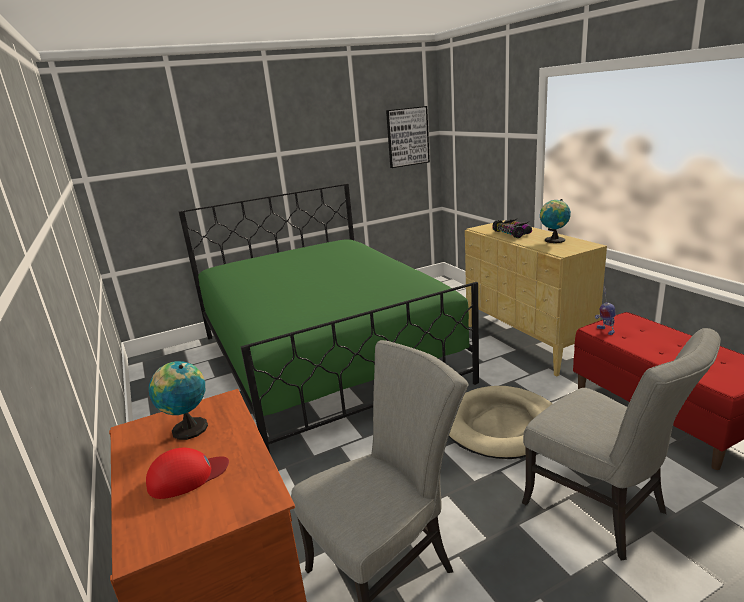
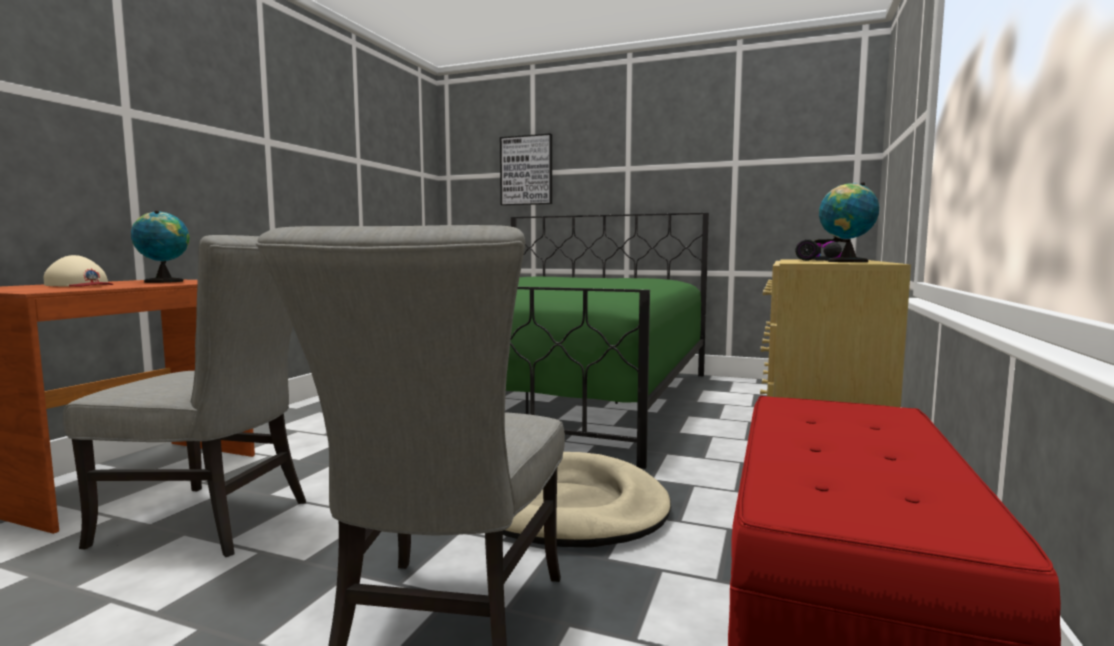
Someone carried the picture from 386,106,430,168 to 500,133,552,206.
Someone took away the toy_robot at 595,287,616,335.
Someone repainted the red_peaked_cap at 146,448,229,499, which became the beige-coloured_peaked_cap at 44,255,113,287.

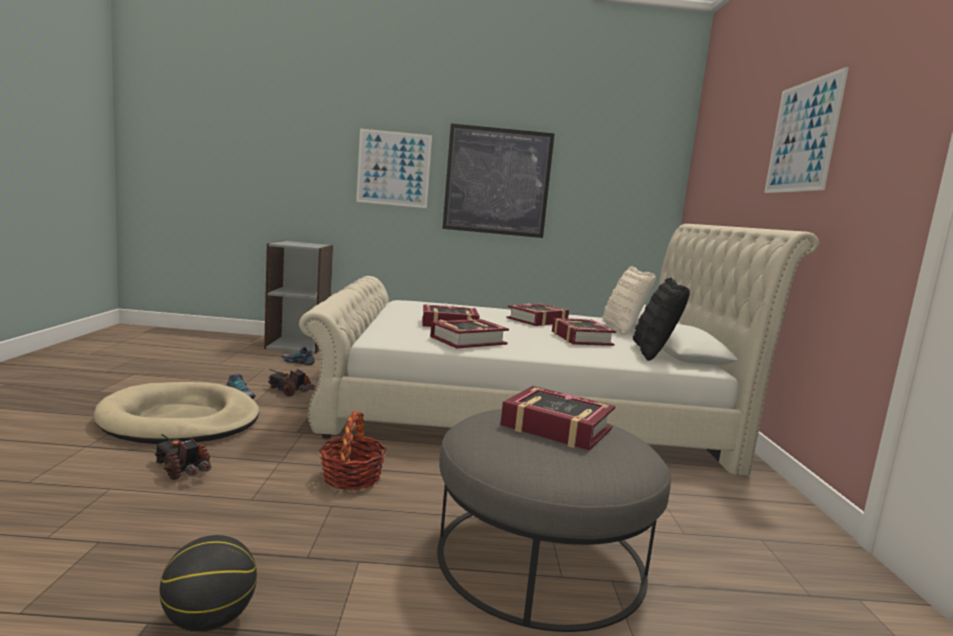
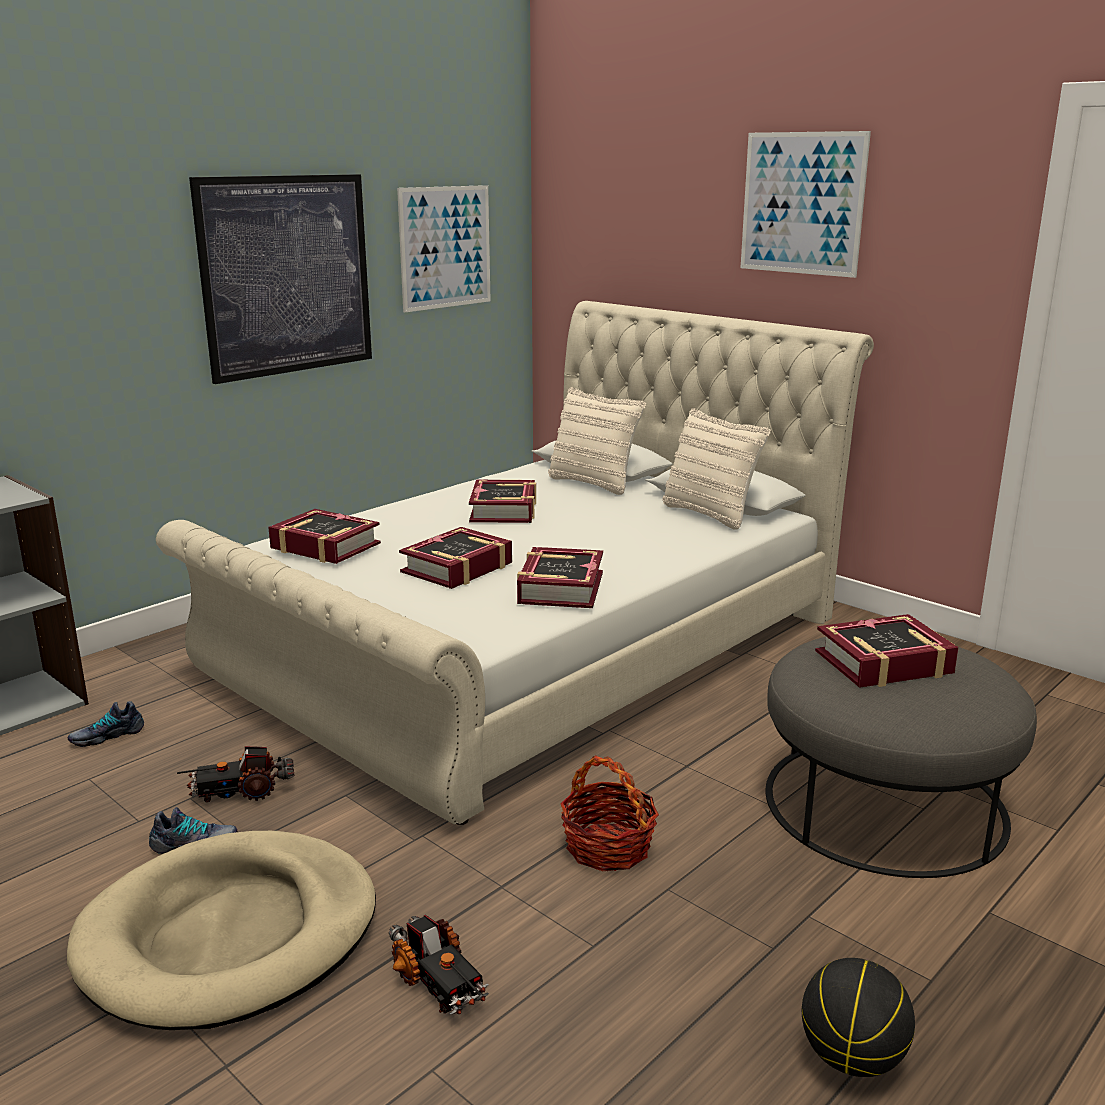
Someone carried the picture from 356,128,432,208 to 397,185,491,312.
Someone repainted the black_pillow at 633,278,690,361, which became the beige-coloured_pillow at 662,408,771,530.
Someone carried the volume from 552,318,616,346 to 268,509,381,564.
Someone rotated the model_truck at 153,434,212,480 by 120 degrees counterclockwise.

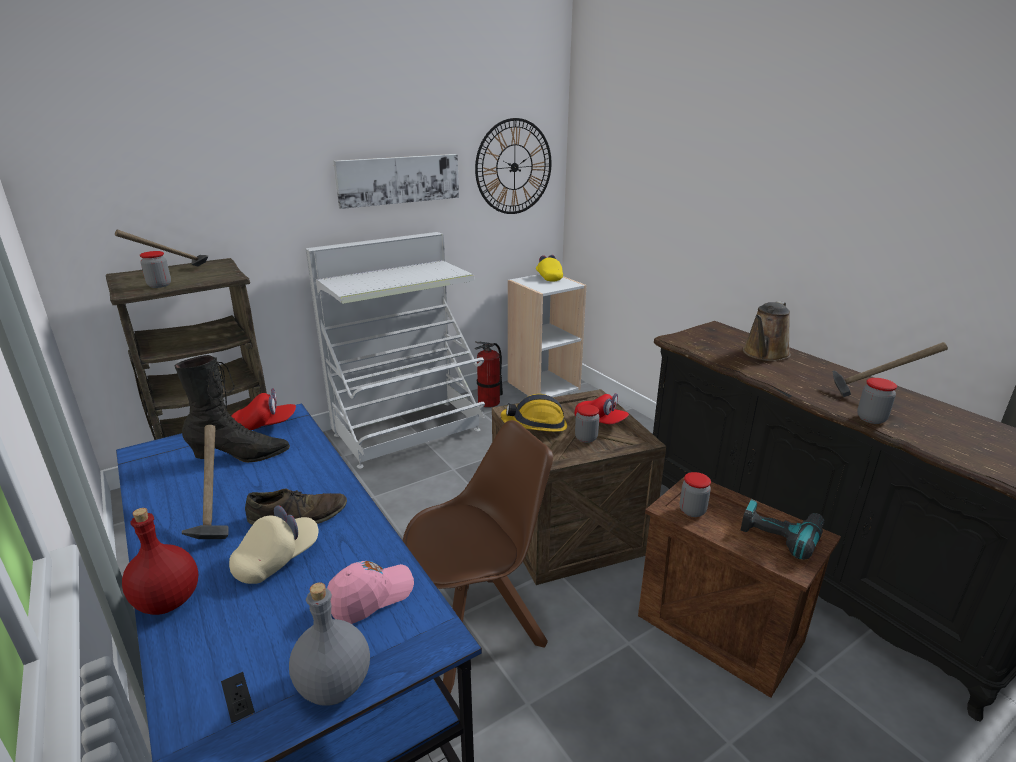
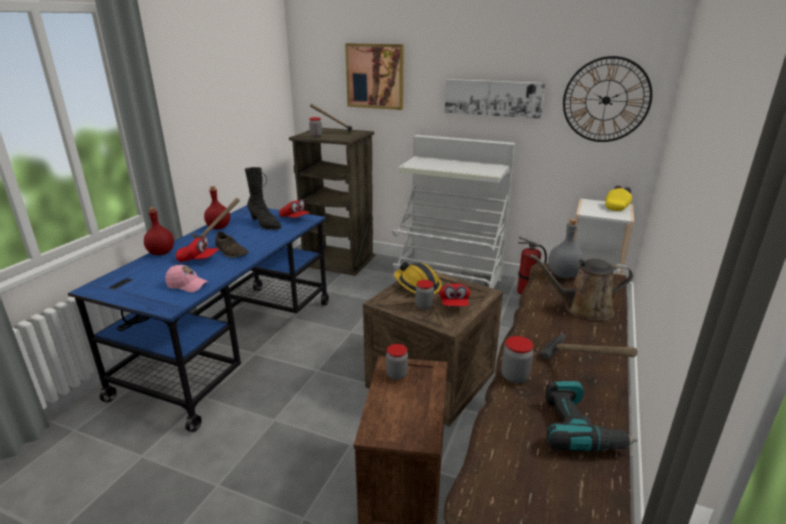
Someone took away the brown_plain_chair at 403,420,553,693.
Someone carried the electric_drill from 741,499,824,560 to 545,381,638,452.
Someone repainted the beige-coloured_peaked_cap at 229,505,318,584, which became the red_peaked_cap at 176,236,219,262.
Someone carried the greyish_beverage_bottle from 289,582,370,706 to 548,219,585,278.
Someone put up the picture at 345,43,404,110.
Someone put down the red_beverage_bottle at 204,186,230,229.

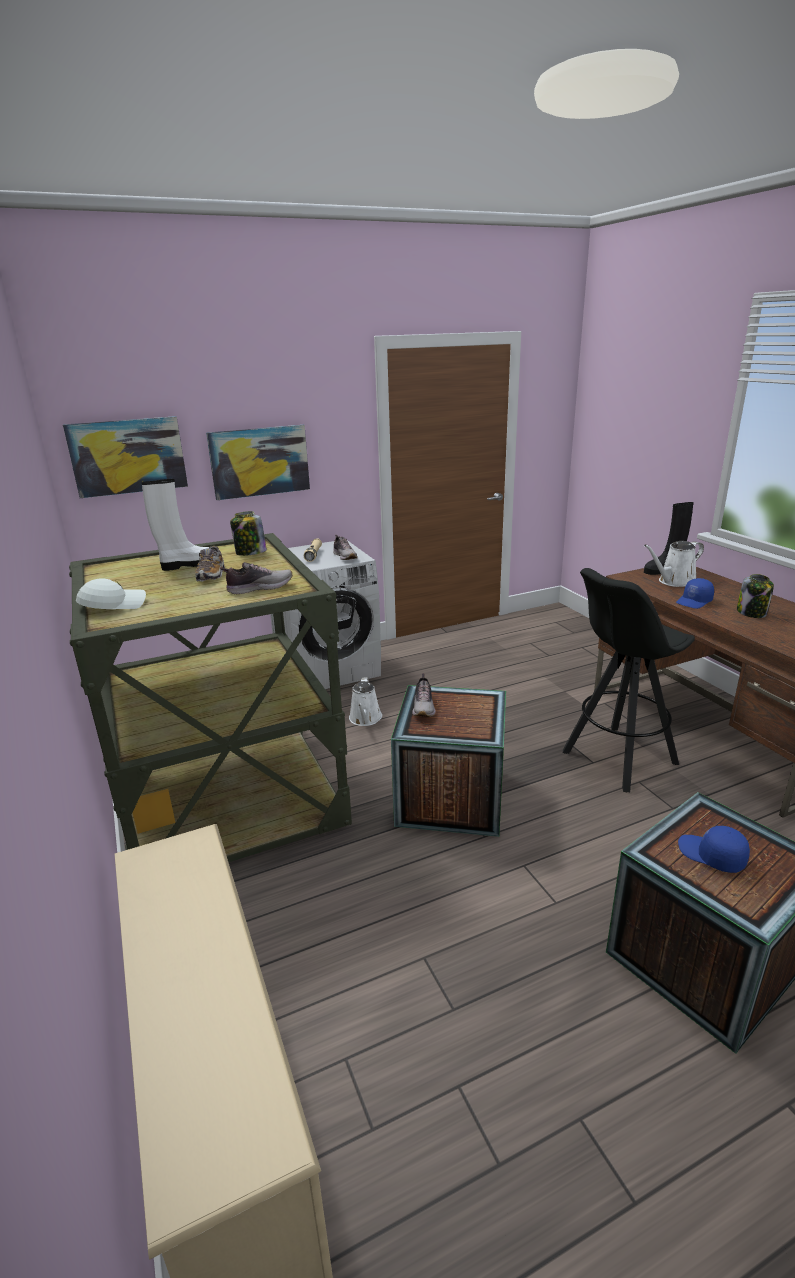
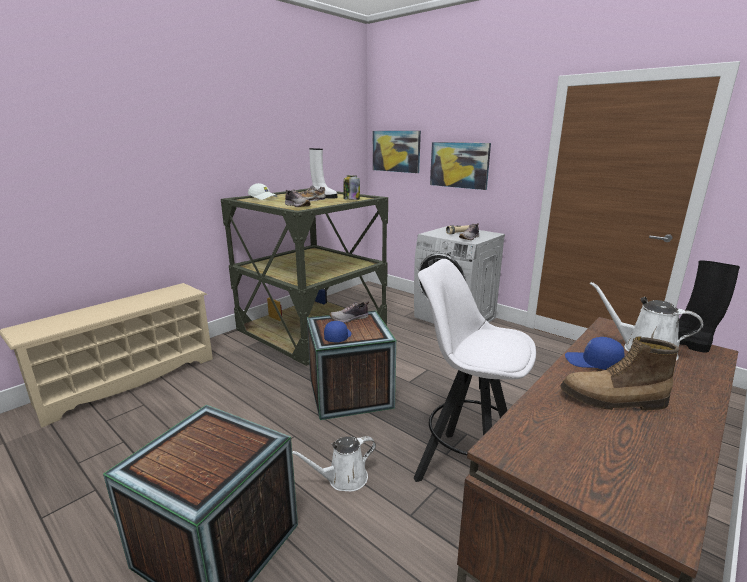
Someone repainted the black_stool_seat at 563,568,695,792, which became the white-coloured_stool_seat at 414,259,536,482.
Someone swapped the jar at 737,574,774,618 for the high-top_boot at 560,336,679,410.
Someone carried the white-coloured_sprinkling_can from 349,677,382,726 to 292,436,376,491.
Someone carried the blue_peaked_cap from 678,826,750,873 to 324,321,352,342.

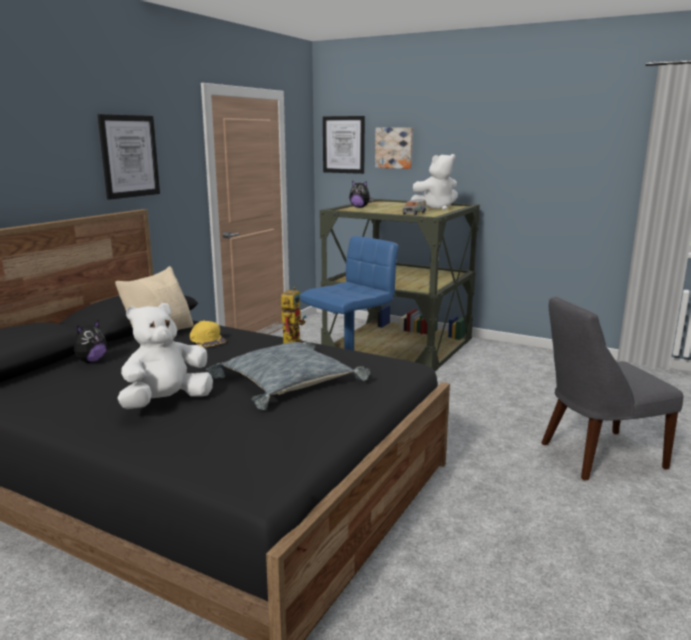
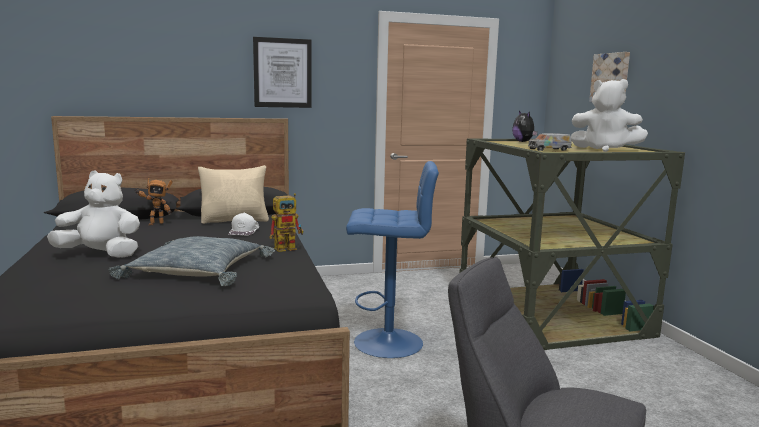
Someone took away the picture at 323,116,365,174.
Someone swapped the cuddly_toy at 72,319,107,363 for the toy_robot at 134,178,173,225.
Someone repainted the yellowish_peaked_cap at 190,320,226,347, which became the white-coloured_peaked_cap at 228,213,259,236.

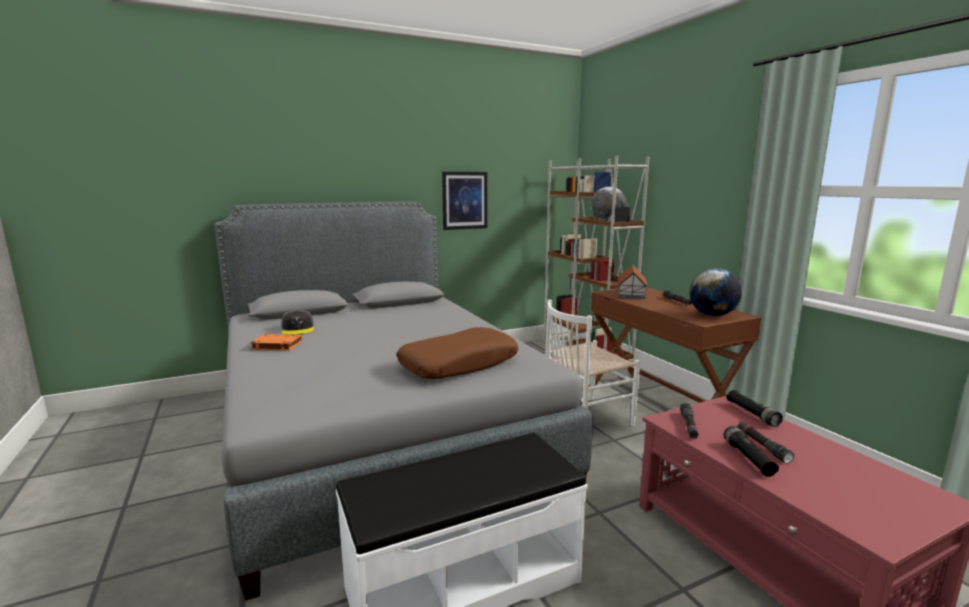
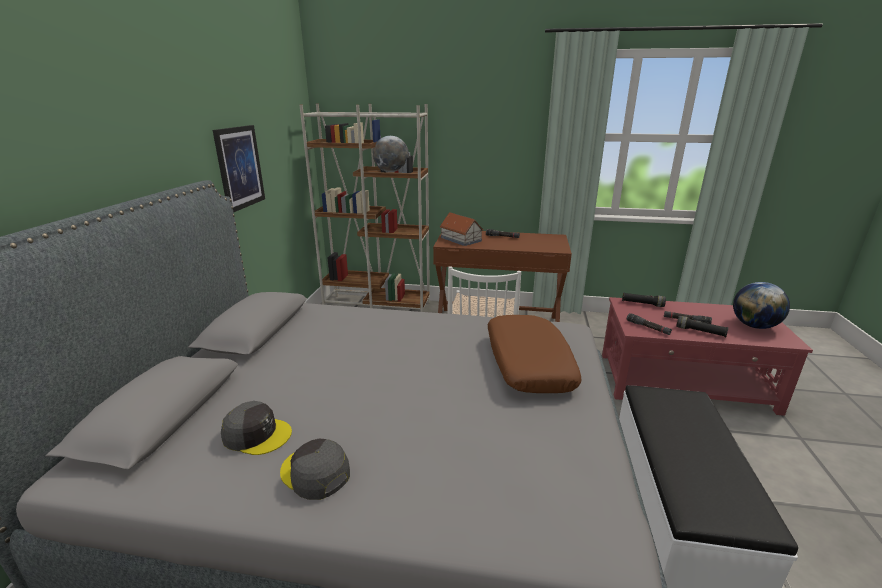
Someone carried the globe from 689,268,742,316 to 733,282,790,329.
Someone swapped the orange-coloured_volume at 250,334,302,351 for the greyish_peaked_cap at 280,438,350,500.

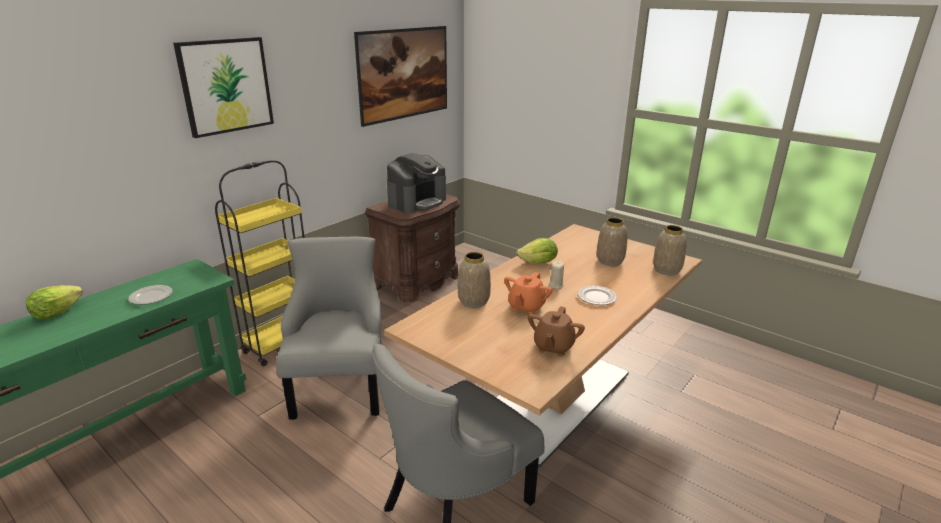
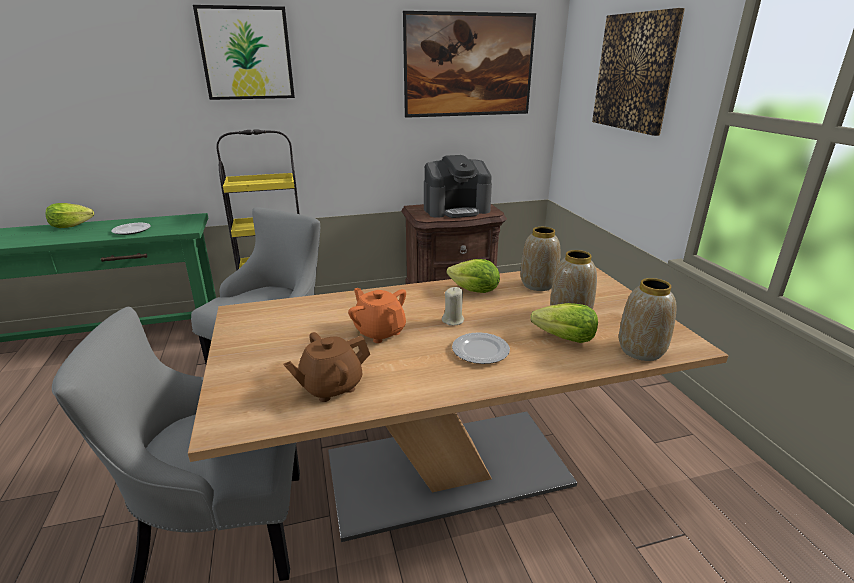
Someone carried the vase from 458,252,491,308 to 521,227,561,291.
Someone rotated the orange-coloured_tea_pot at 504,272,552,314 by 75 degrees clockwise.
Someone put up the picture at 592,8,685,136.
Someone put down the lettuce_head at 530,303,598,343.

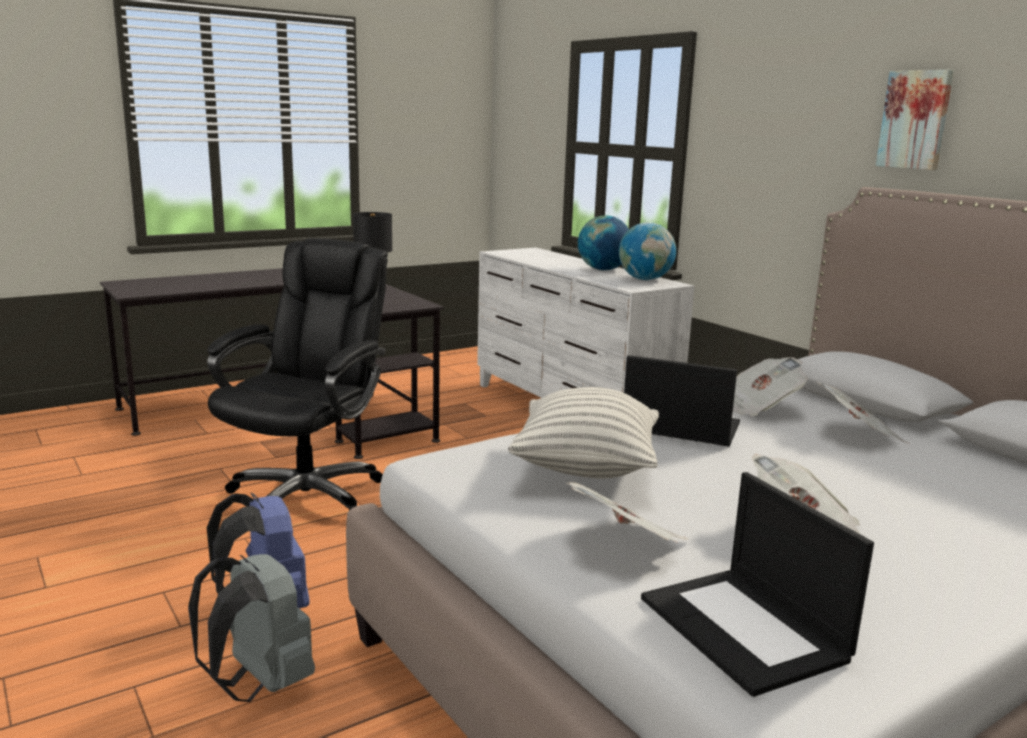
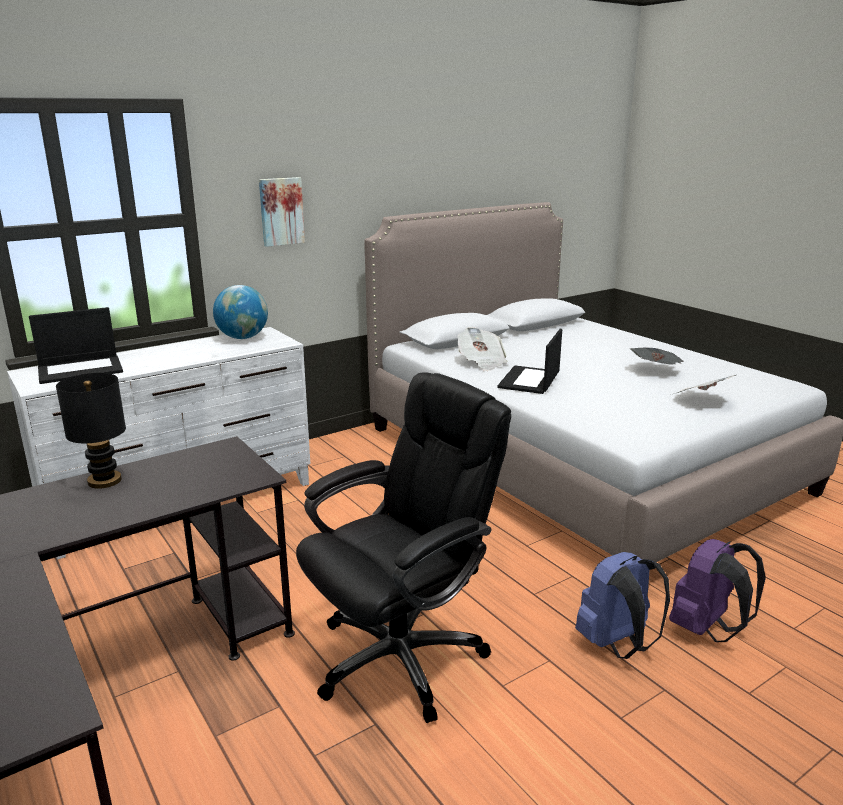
Someone carried the picture from 876,70,954,170 to 259,177,305,247.
Someone took away the globe at 578,215,629,270.
Someone rotated the black_office_chair at 207,238,388,510 by 120 degrees clockwise.
Someone took away the daily_paper at 817,382,910,444.
Someone took away the pillow at 508,387,659,478.
Someone carried the laptop from 641,472,874,697 to 29,307,123,384.
Someone repainted the greyish_knapsack at 188,554,315,702, which became the purple_knapsack at 669,539,766,642.

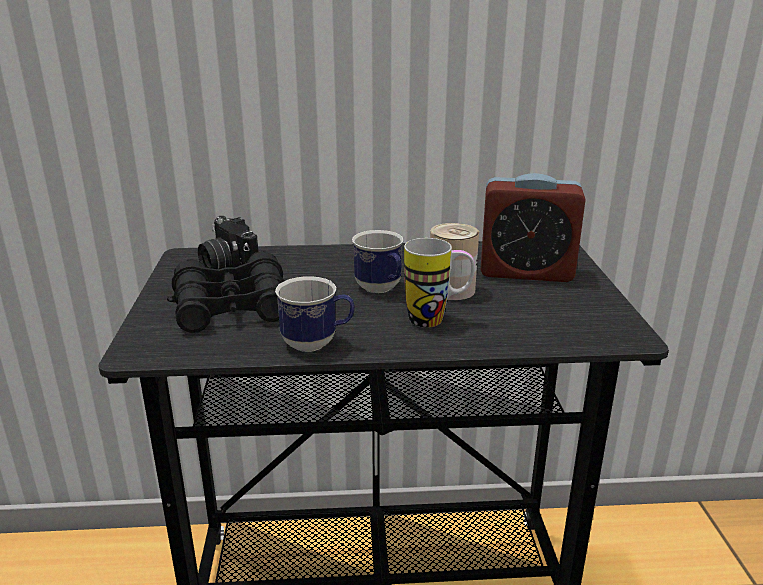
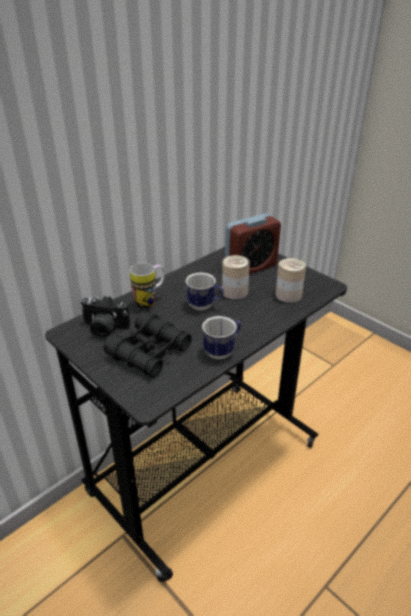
Someone carried the coffee_mug from 404,238,475,328 to 130,263,165,310.
Someone put down the metal_can at 276,258,306,303.

